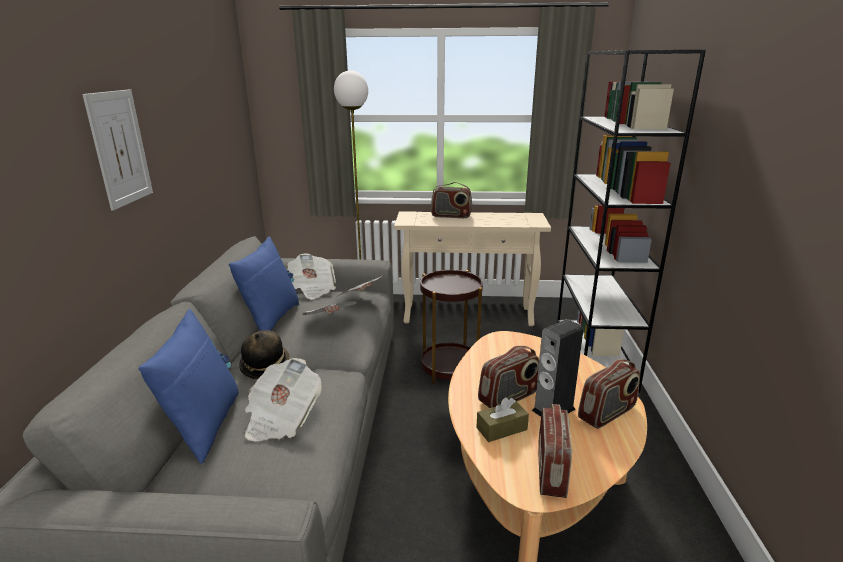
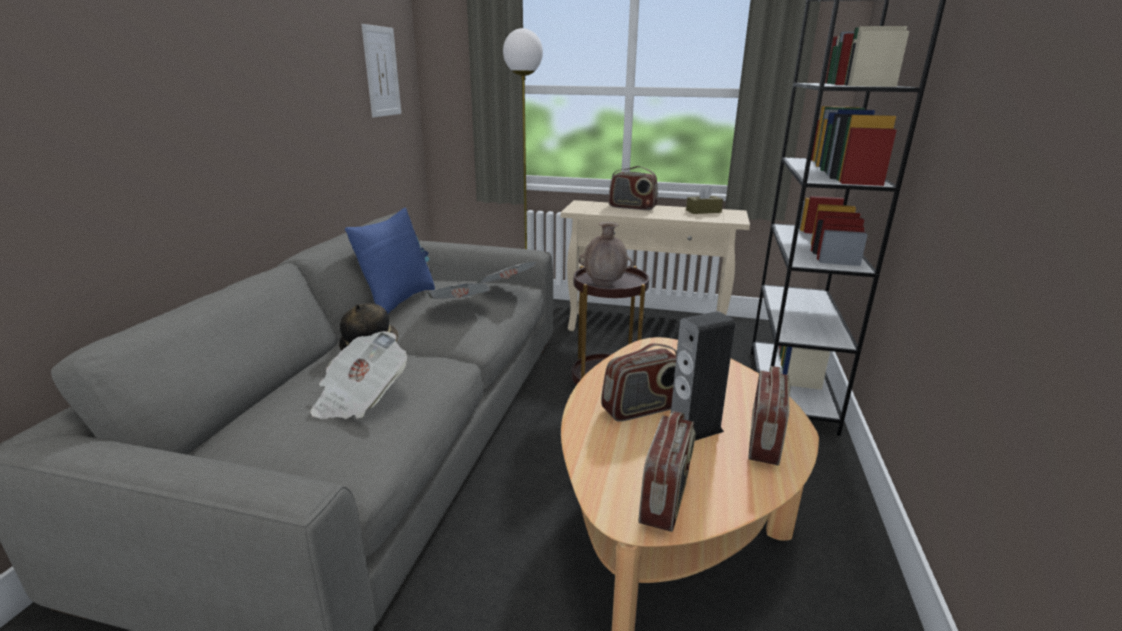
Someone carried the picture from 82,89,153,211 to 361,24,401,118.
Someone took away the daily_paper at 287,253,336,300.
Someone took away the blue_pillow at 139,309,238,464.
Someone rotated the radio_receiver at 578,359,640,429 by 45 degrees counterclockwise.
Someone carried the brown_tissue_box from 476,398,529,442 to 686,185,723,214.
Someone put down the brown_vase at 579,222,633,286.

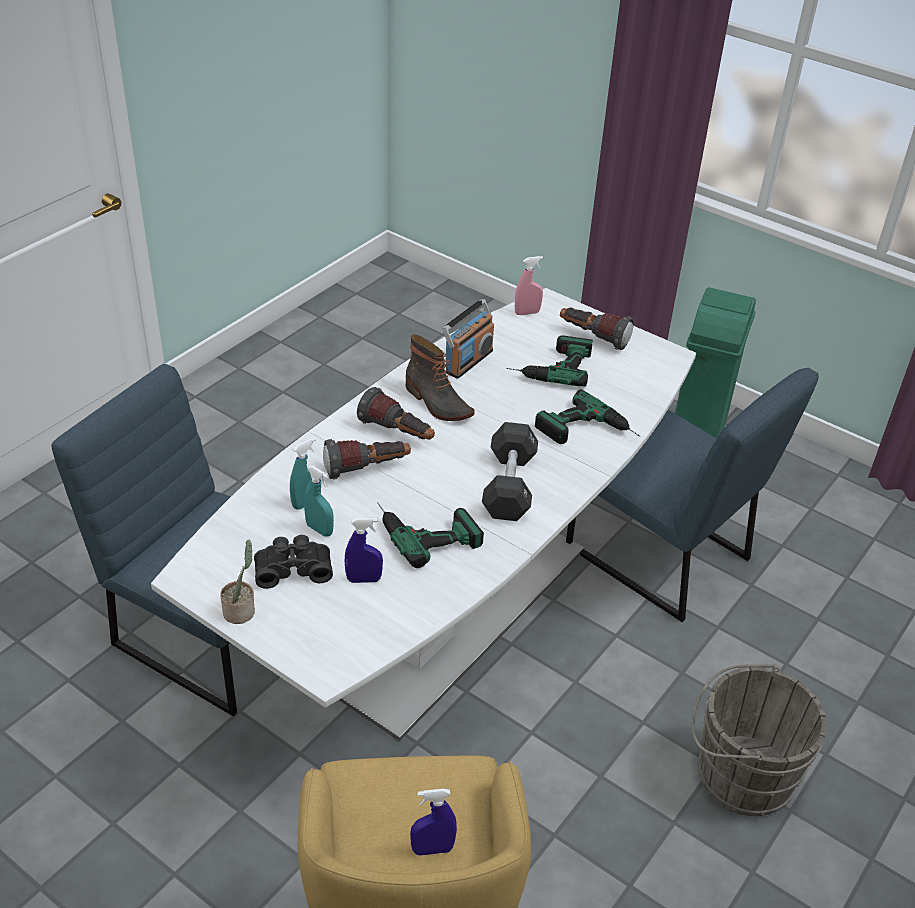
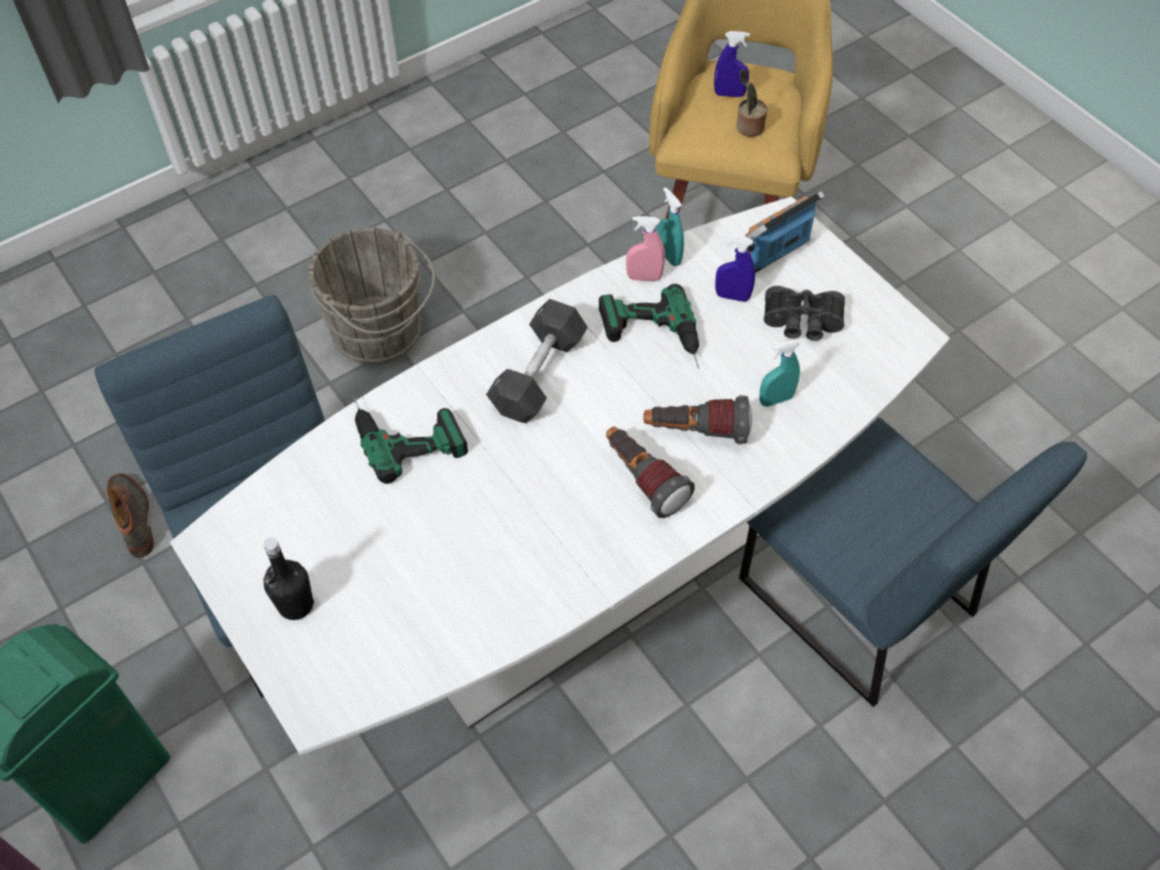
Someone carried the pink_spray_bottle from 515,256,543,315 to 626,216,665,281.
Someone carried the radio_receiver from 442,299,494,379 to 746,191,825,273.
Someone swapped the torch at 560,308,634,350 for the black_beverage_bottle at 263,538,314,620.
Someone carried the high-top_boot from 406,334,475,421 to 103,473,154,558.
Someone took away the electric_drill at 506,335,593,387.
Someone carried the blue-green_spray_bottle from 304,466,334,537 to 657,187,684,266.
Someone carried the plant_in_a_pot from 220,540,255,624 to 736,69,767,137.

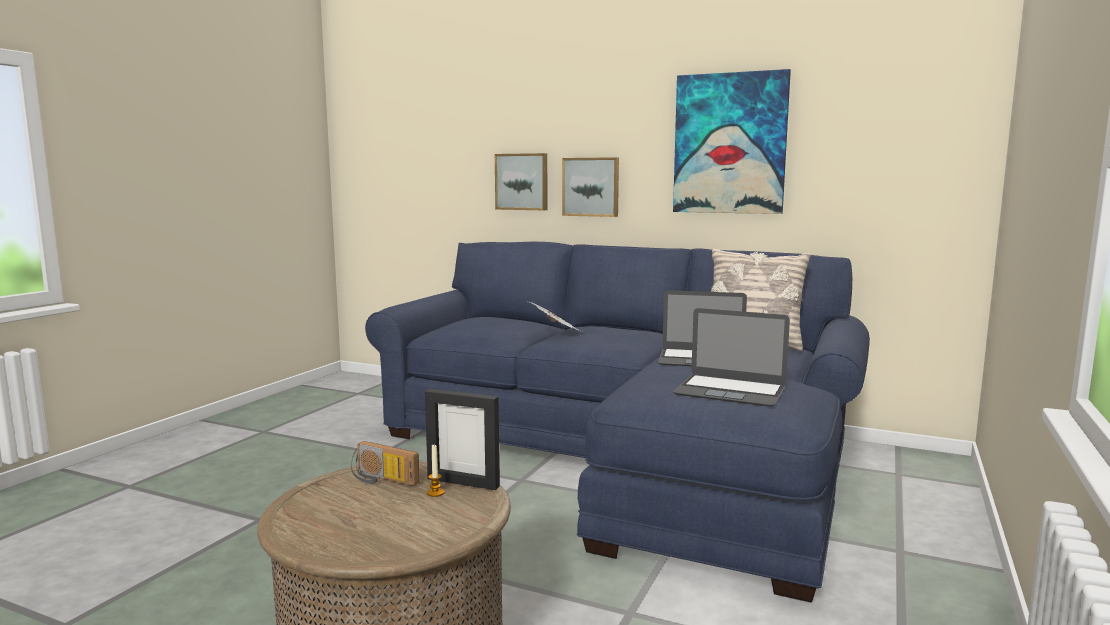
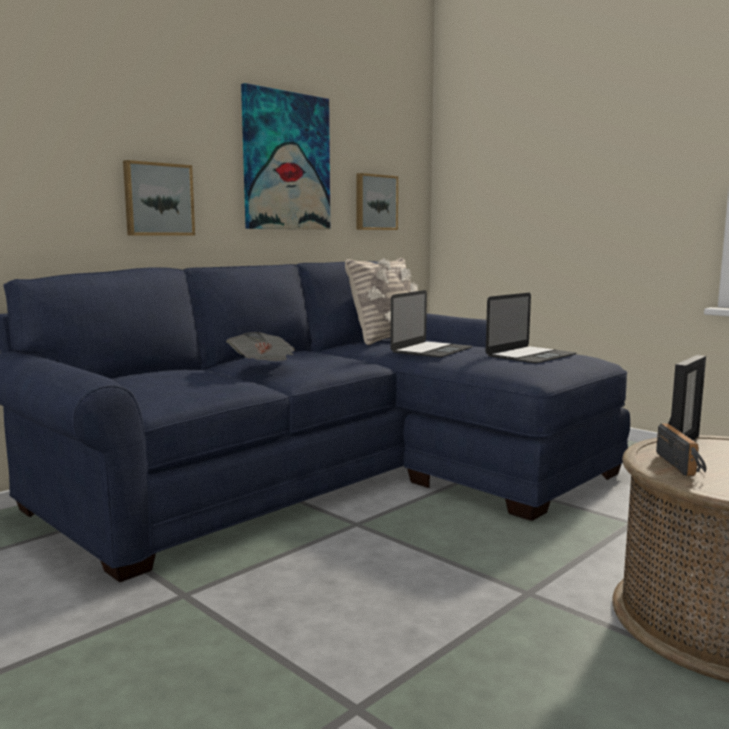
Someone carried the picture from 495,153,547,210 to 356,173,398,230.
Someone rotated the radio_receiver at 351,441,420,486 by 45 degrees counterclockwise.
Someone took away the wax_light at 427,445,444,497.

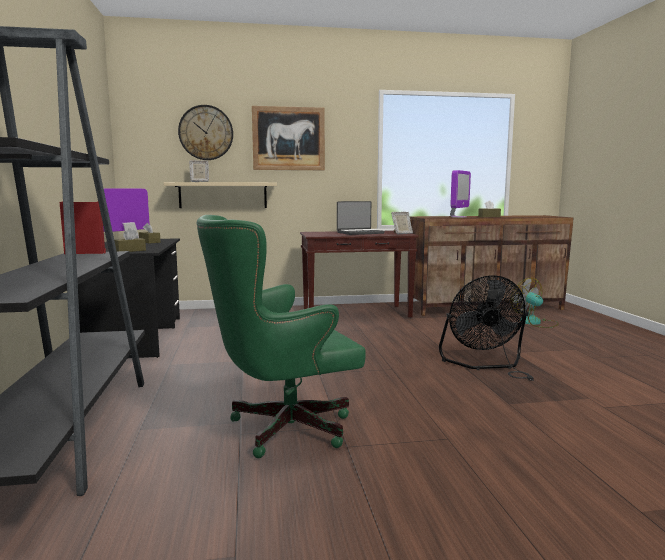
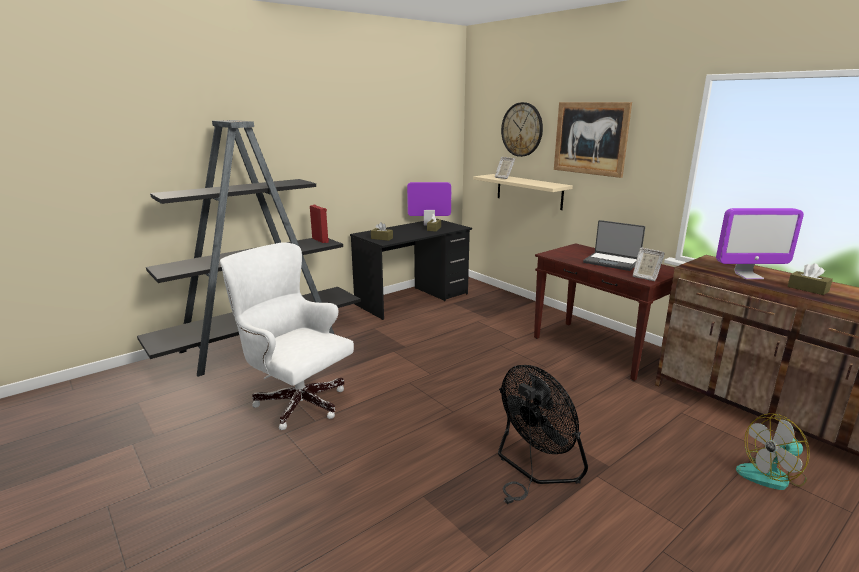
Someone repainted the greenish_office_chair at 197,215,366,458, which became the white-coloured_office_chair at 220,242,354,430.
Someone rotated the cooling_fan at 511,278,558,328 by 135 degrees counterclockwise.

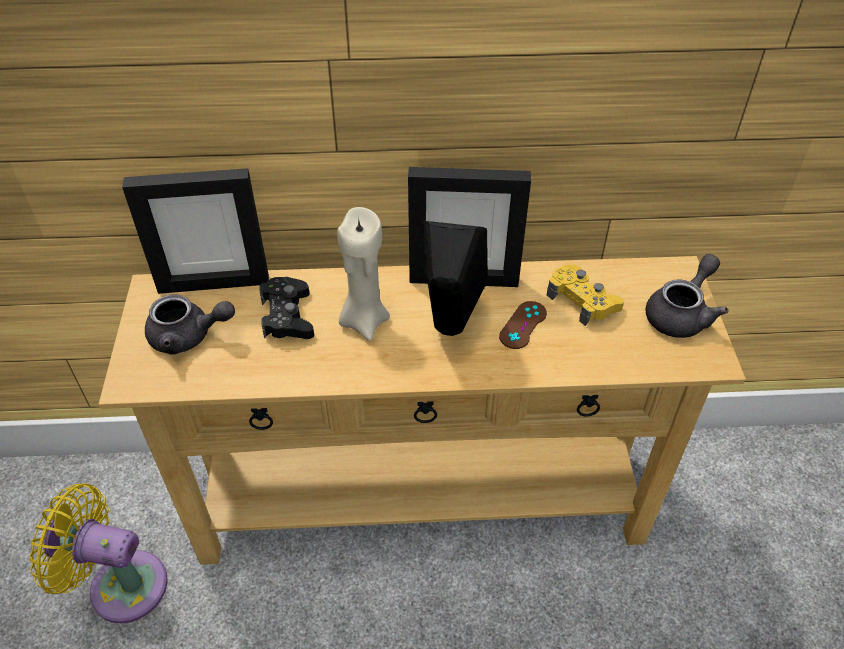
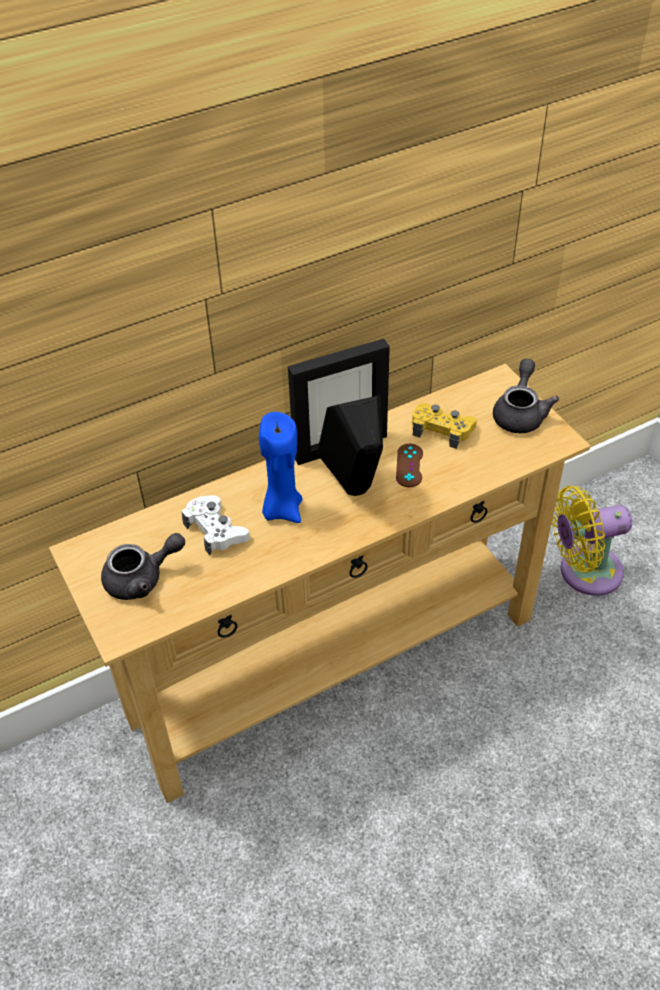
Someone took away the standing_frame at 122,168,269,294.
Someone repainted the beige-coloured_wax_light at 337,207,390,341, which became the blue_wax_light at 259,412,302,523.
Someone repainted the black_game_controller at 259,277,314,339, which became the white-coloured_game_controller at 182,495,250,555.
Someone carried the yellowish_cooling_fan from 29,483,168,623 to 552,486,632,596.

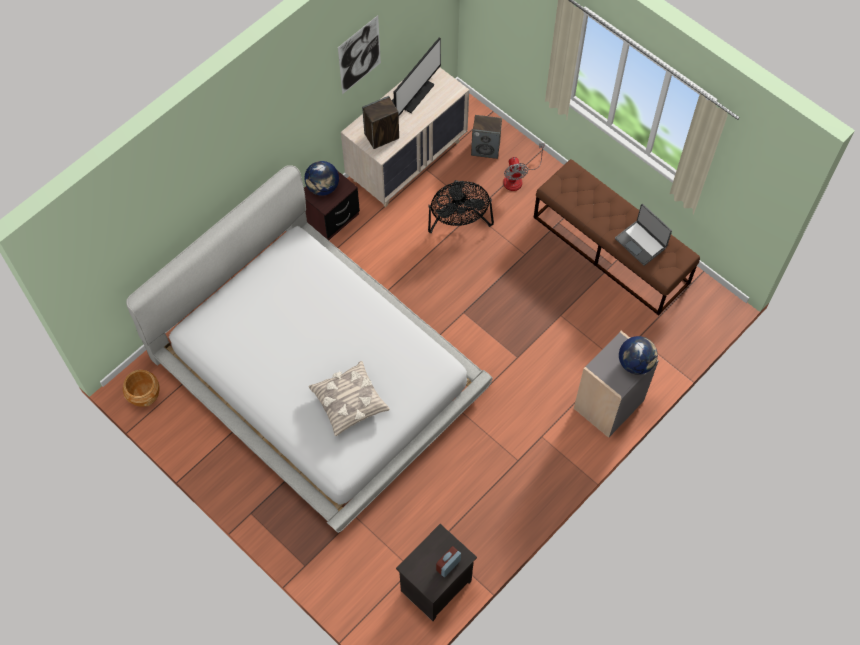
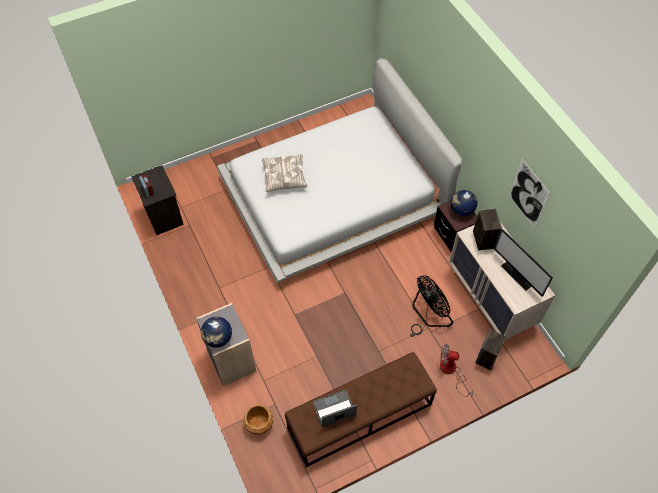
Someone rotated the black_cooling_fan at 428,180,494,234 by 135 degrees clockwise.
Someone carried the brown_planter from 123,370,160,407 to 243,405,273,435.

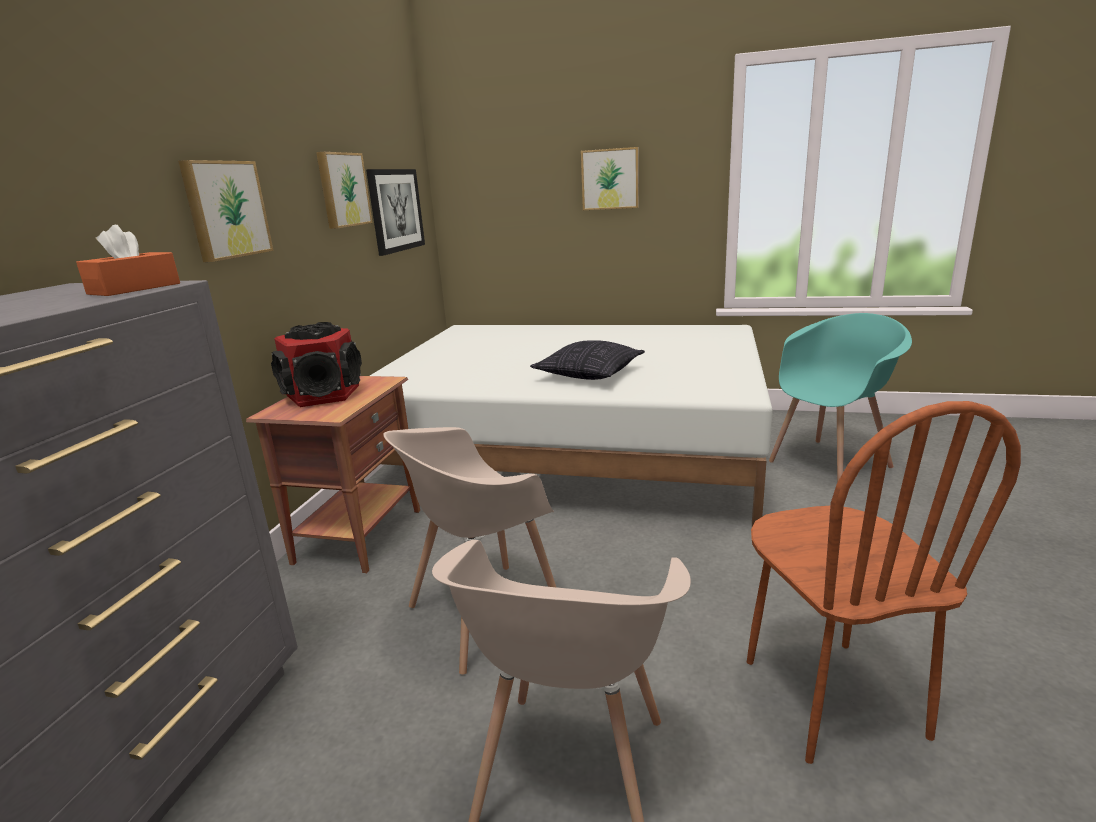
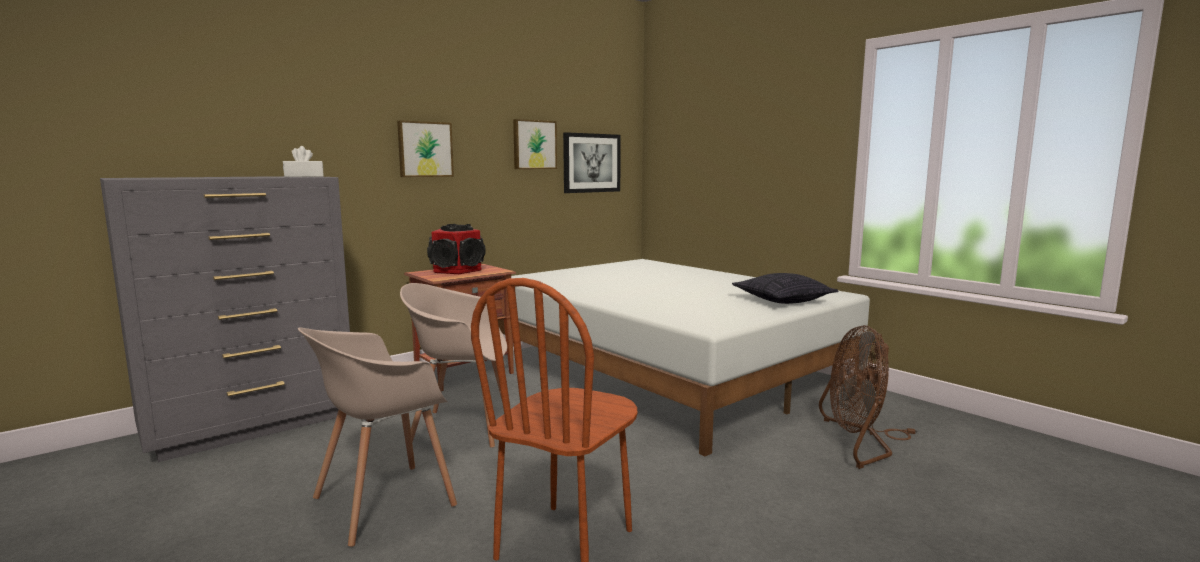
Someone took away the picture at 581,147,639,210.
Someone repainted the orange-coloured_tissue_box at 76,225,180,296, which became the white-coloured_tissue_box at 283,146,324,177.
Someone swapped the blue-green_plain_chair at 769,313,912,482 for the brown_cooling_fan at 819,325,918,469.
Someone carried the pillow from 530,340,645,380 to 732,273,838,304.

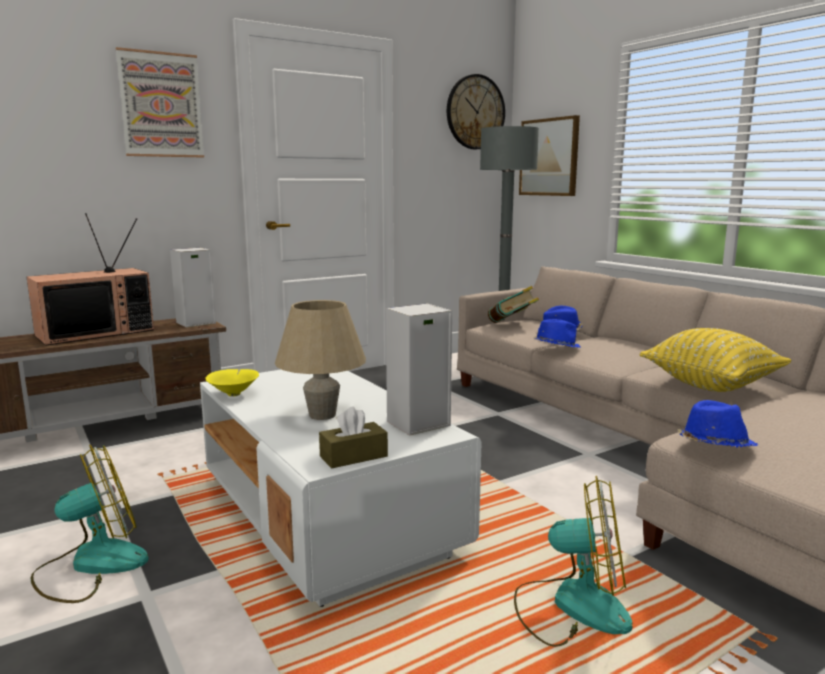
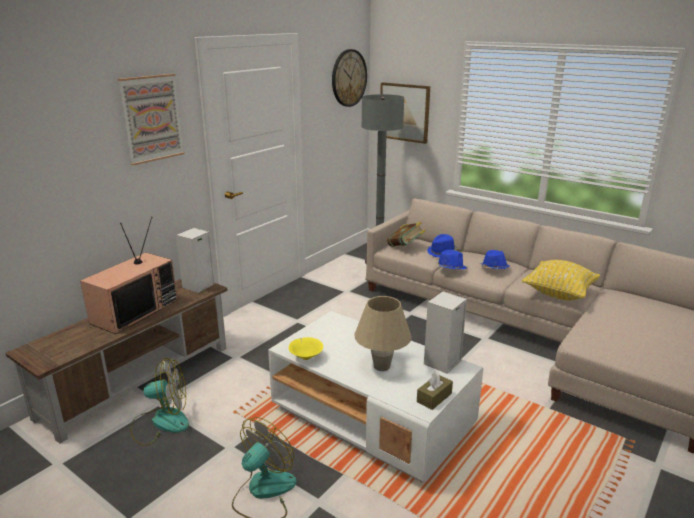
Someone carried the blue_hat from 677,400,758,448 to 479,250,510,269.
Someone carried the cooling_fan from 514,476,632,647 to 130,358,189,446.

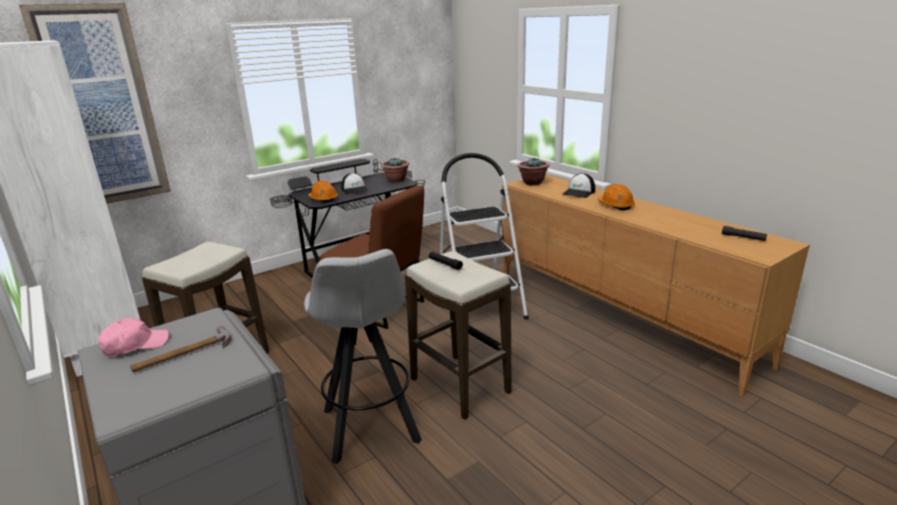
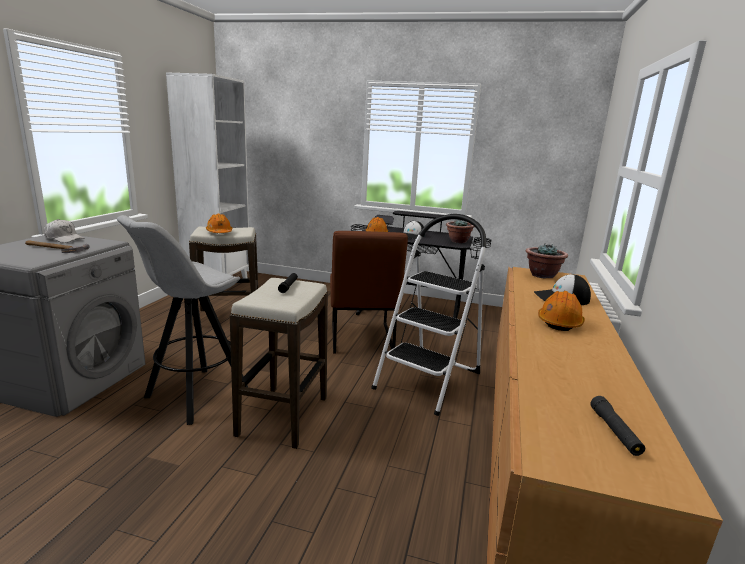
Someone took away the picture at 19,3,171,204.
Someone repainted the pink_peaked_cap at 98,318,169,356, which became the white-coloured_peaked_cap at 44,219,85,243.
Someone put down the orange-coloured_work_helmet at 206,214,232,233.

